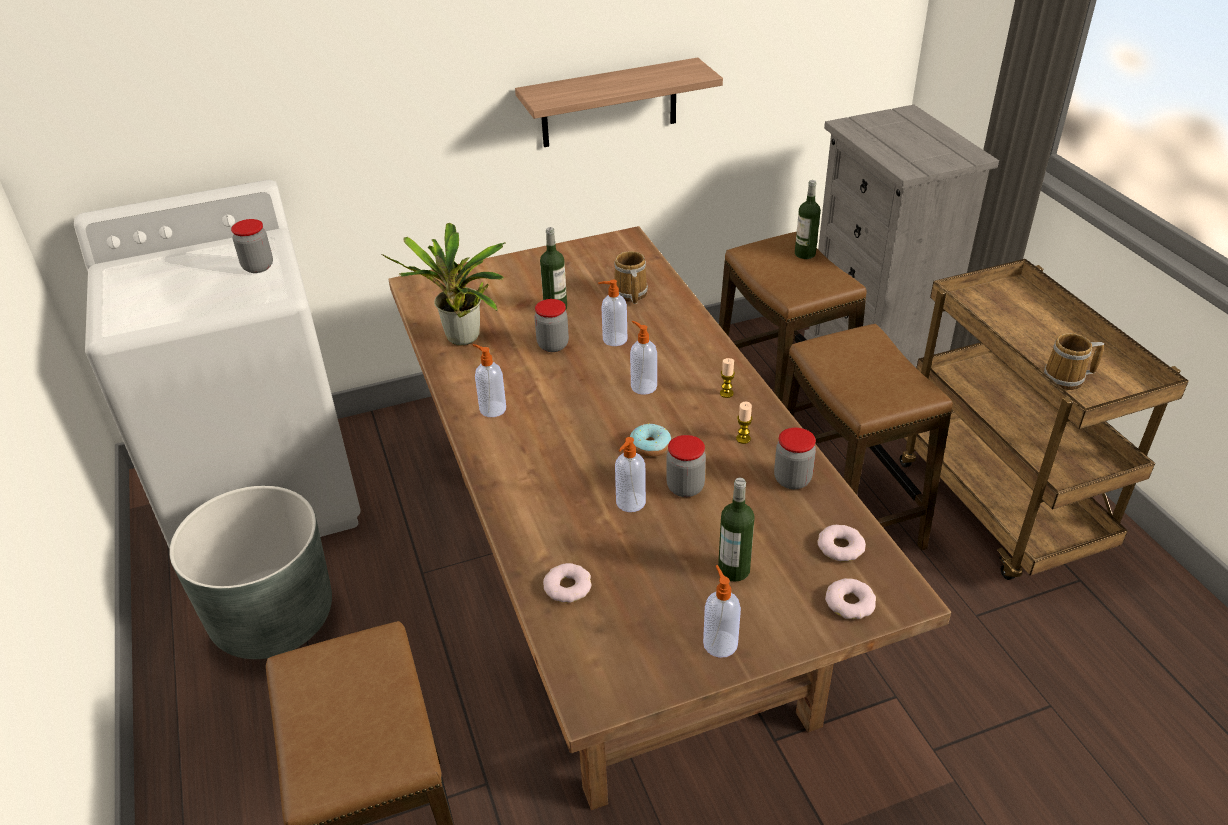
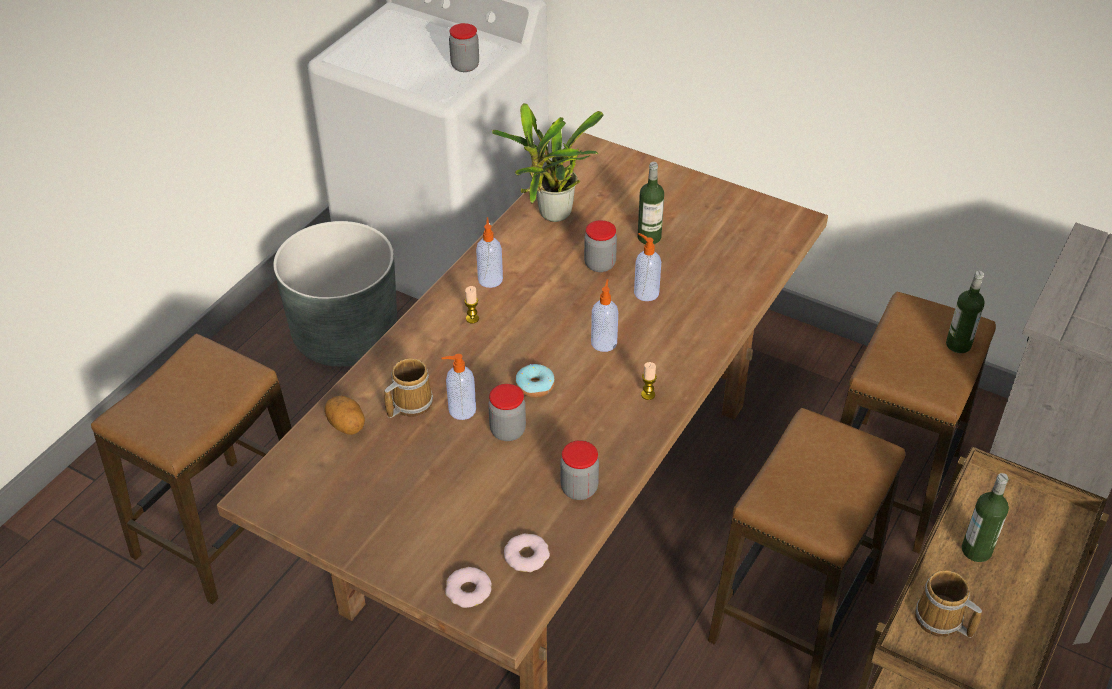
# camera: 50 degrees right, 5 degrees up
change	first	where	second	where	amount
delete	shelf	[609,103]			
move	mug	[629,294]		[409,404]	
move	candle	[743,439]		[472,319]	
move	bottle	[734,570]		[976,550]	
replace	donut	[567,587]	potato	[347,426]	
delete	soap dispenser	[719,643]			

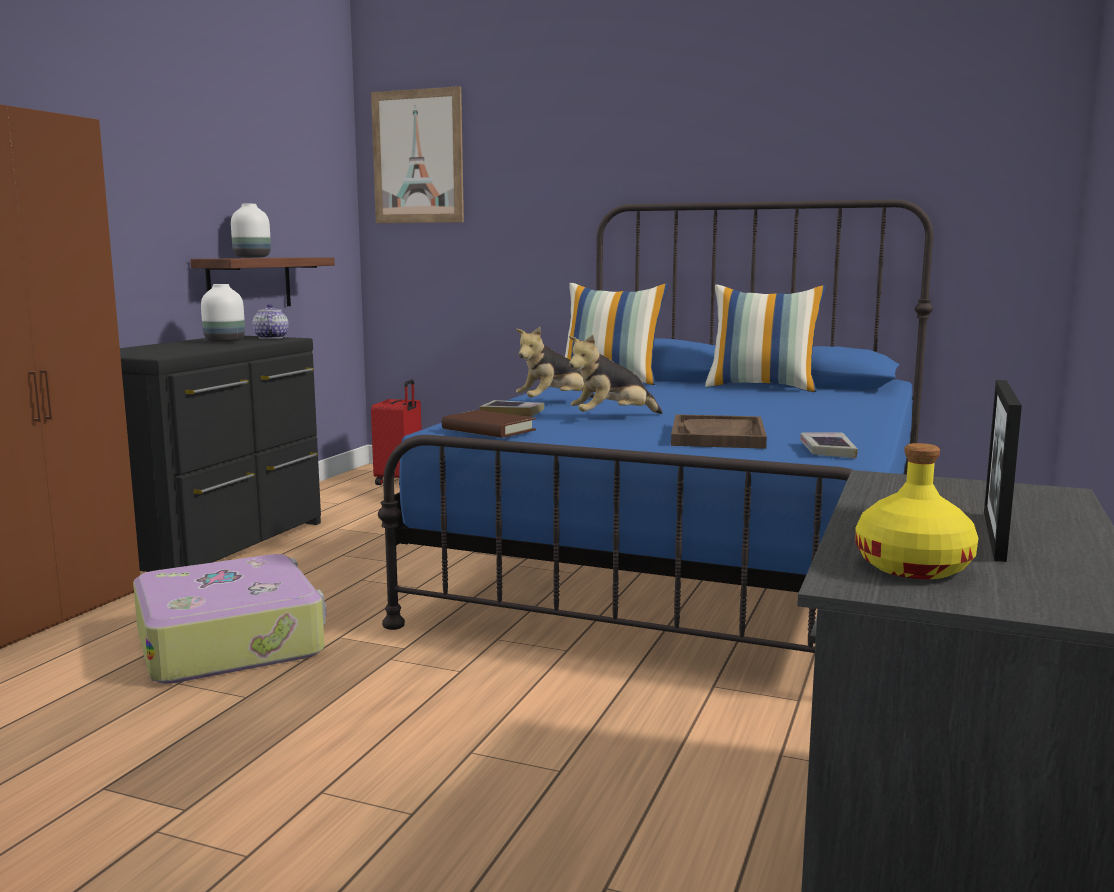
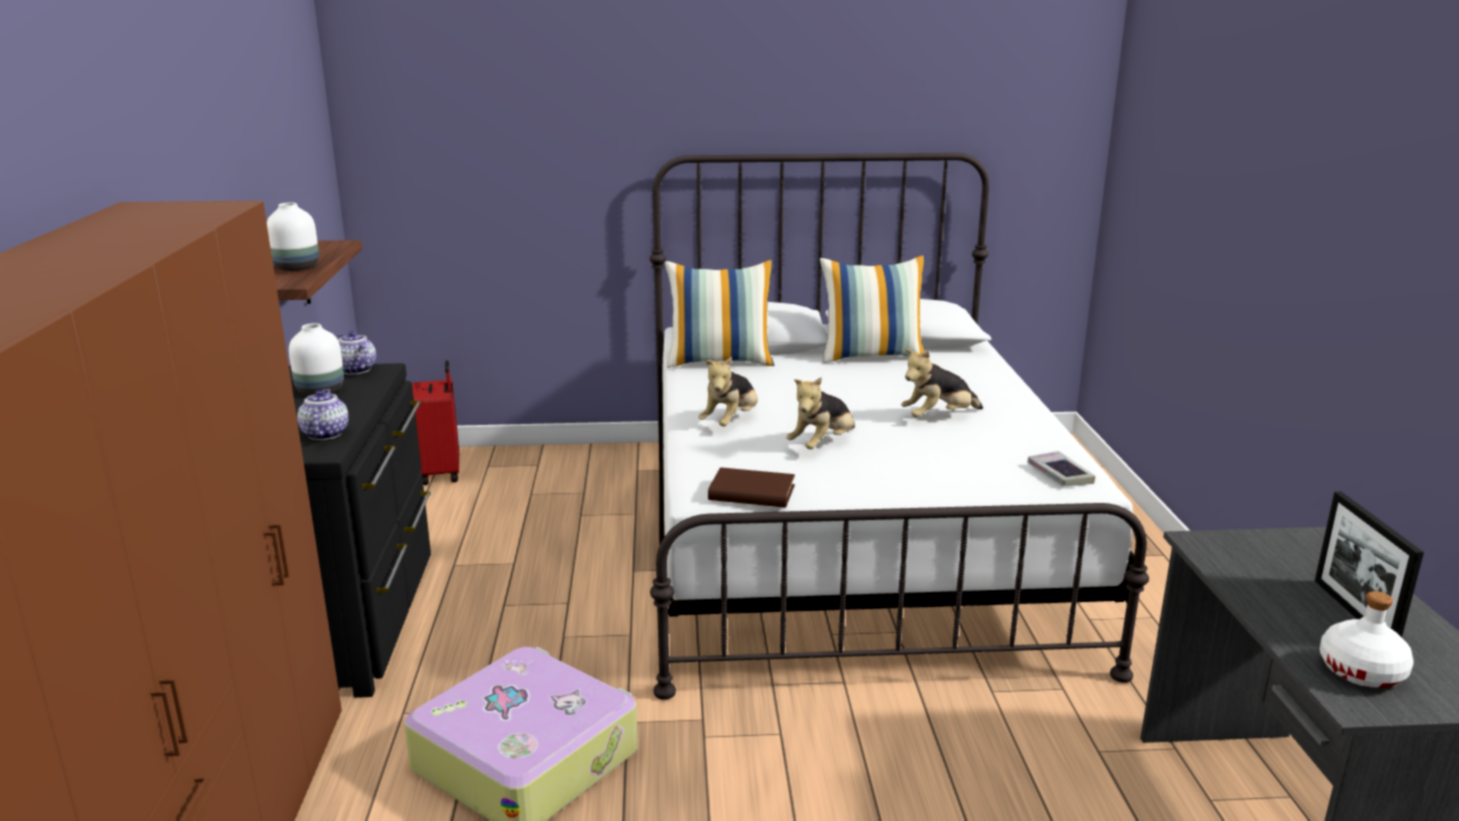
# camera: 25 degrees left, 10 degrees up
change	first	where	second	where	amount
delete	picture	[418,157]			
recolor	blue bed	[695,562]	white bed	[847,540]	
delete	book	[512,413]			
delete	brown tray	[718,436]			
recolor	yellow bottle	[914,566]	white bottle	[1361,671]	
insert			plush toy	[938,417]	
insert			teapot	[325,433]	

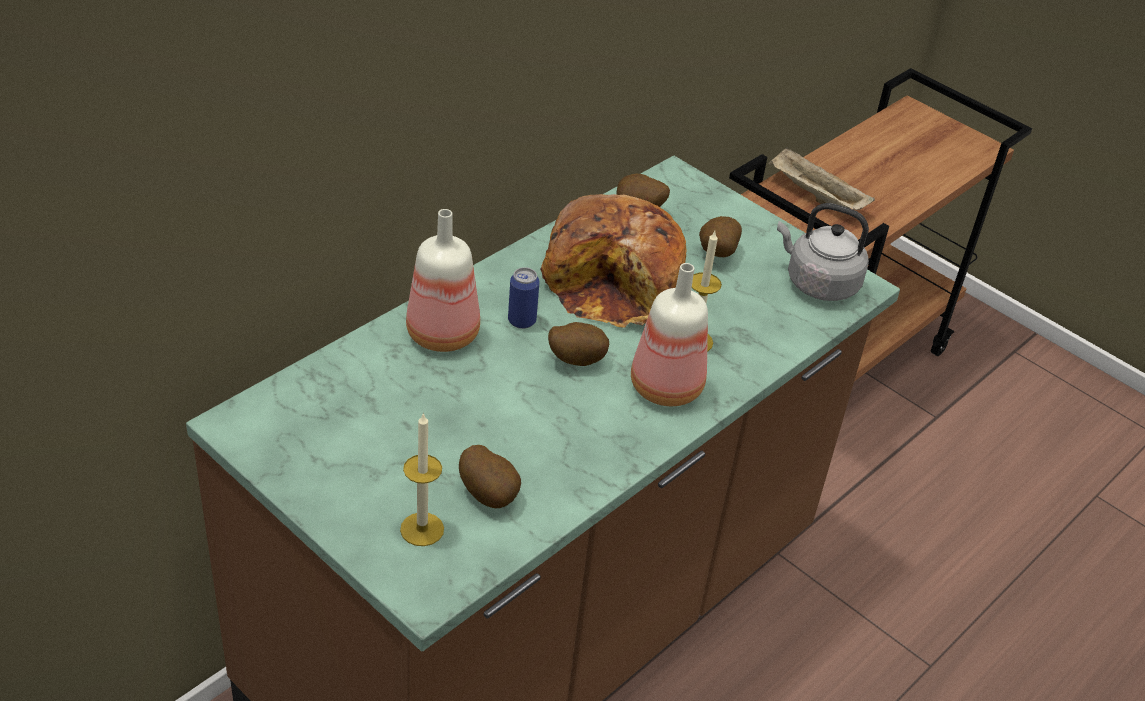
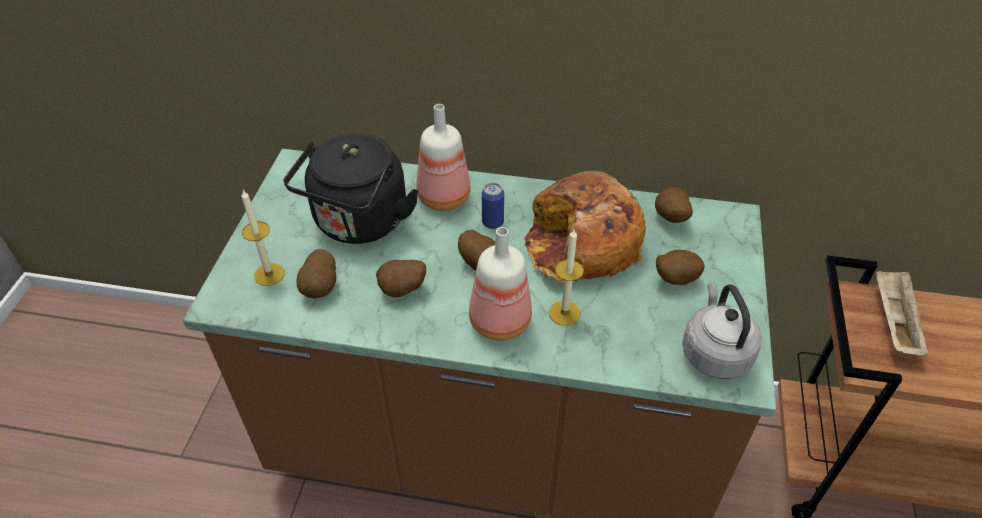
# camera: 60 degrees right, 5 degrees up
change	first	where	second	where	amount
insert			black kettle	[359,224]	
insert			potato	[403,291]	

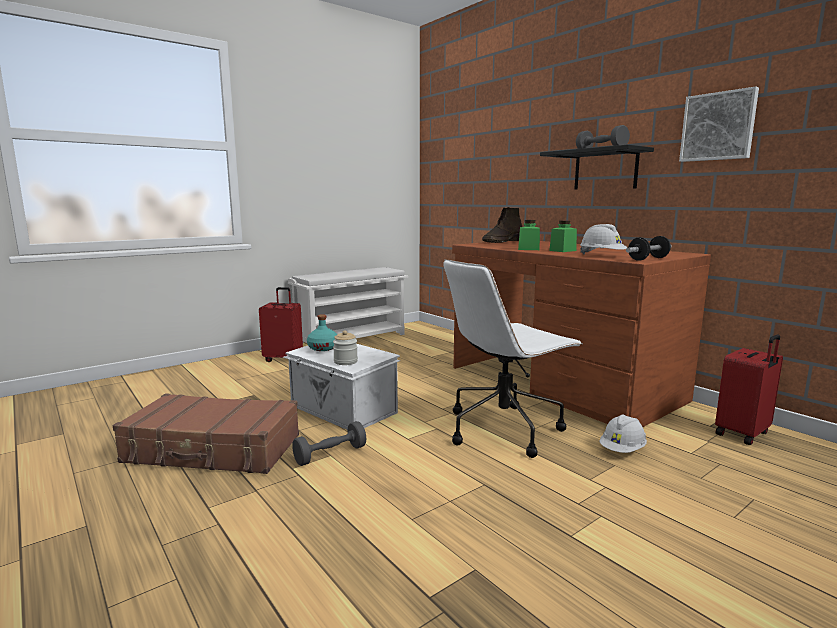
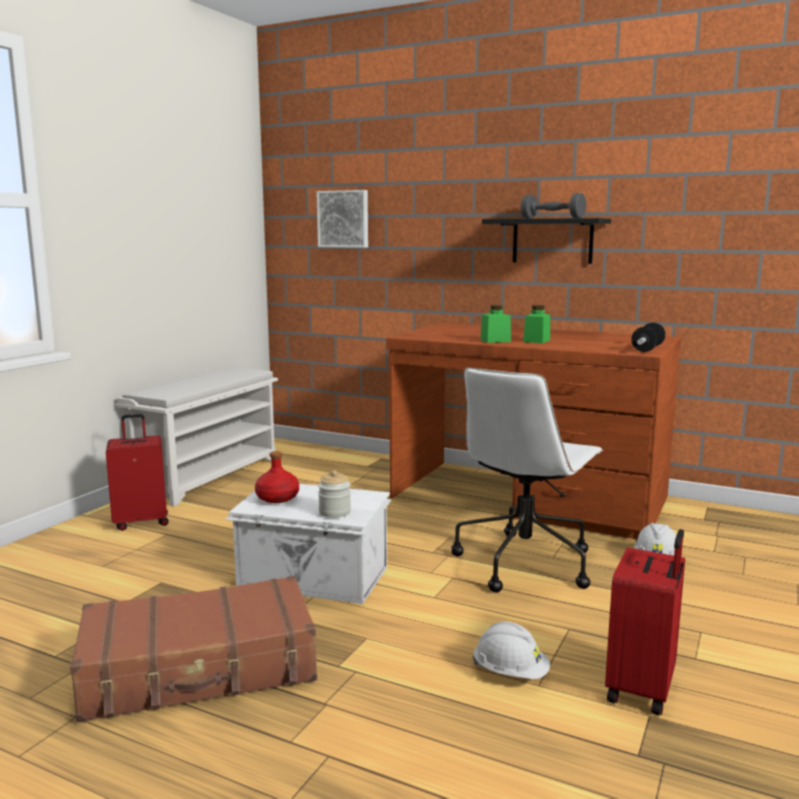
# camera: 25 degrees left, 0 degrees up
change	first	where	second	where	amount
move	picture	[718,126]		[343,219]	
delete	brown boot	[502,242]			
move	white hard hat	[602,256]		[510,673]	
recolor	turquoise bottle	[323,348]	red bottle	[277,497]	
move	red suitcase	[743,434]		[643,689]	
delete	grey dumbbell	[330,455]			

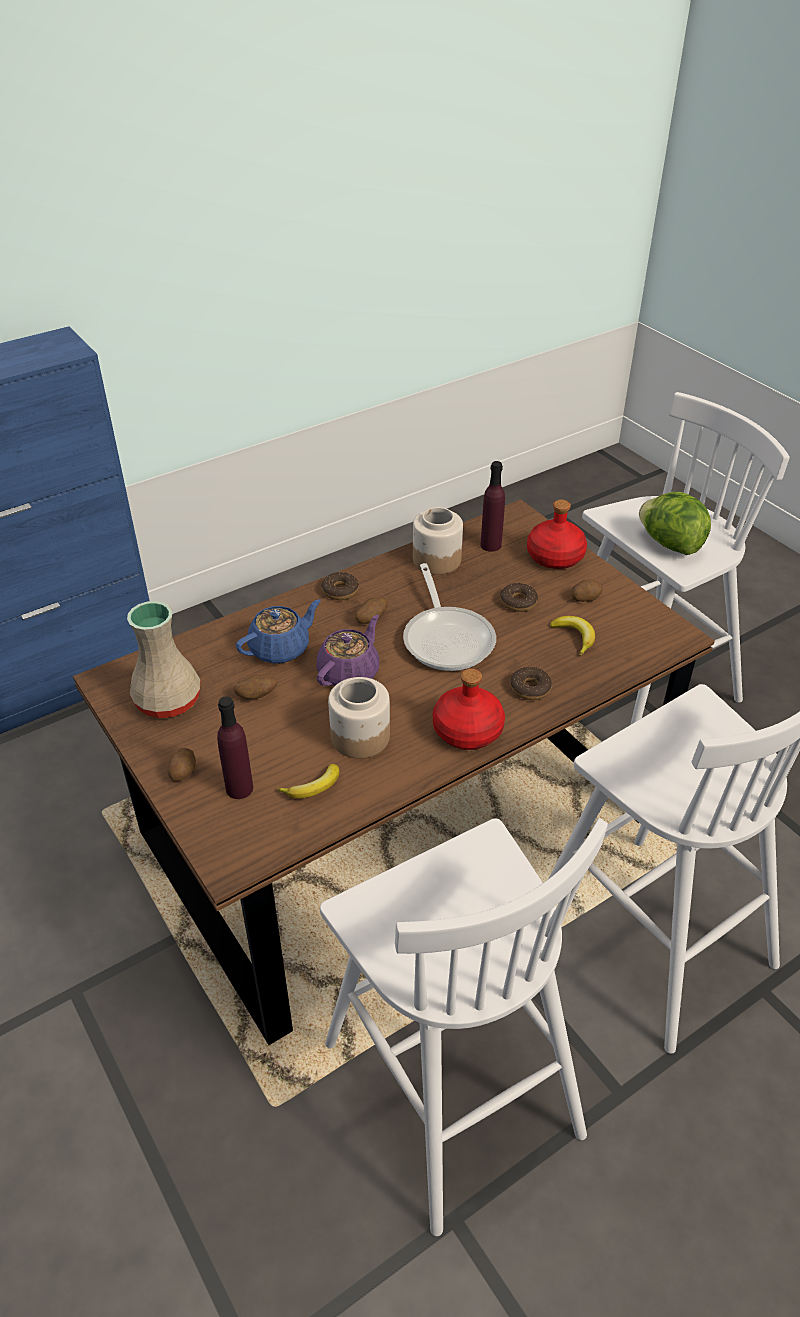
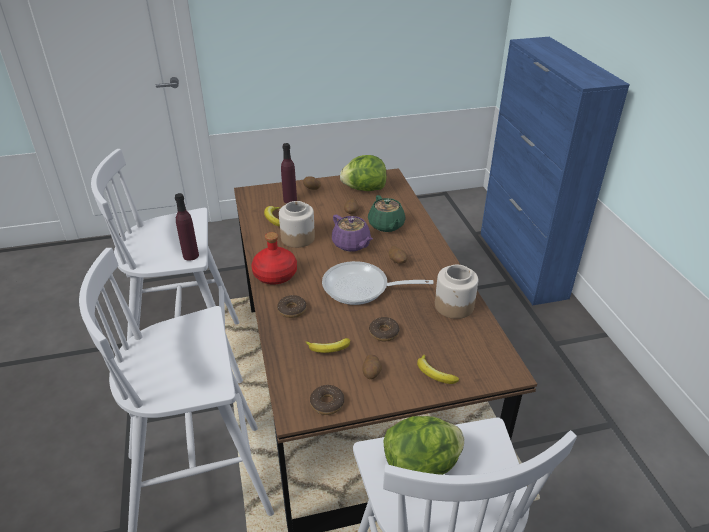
# camera: 110 degrees right, 5 degrees down
change	first	where	second	where	amount
move	purple bottle	[490,545]		[191,256]	
replace	red bottle	[555,557]	banana	[434,374]	
move	donut	[340,591]		[327,403]	
recolor	blue teapot	[280,648]	green teapot	[386,225]	
replace	beige vase	[169,700]	lettuce	[364,189]	

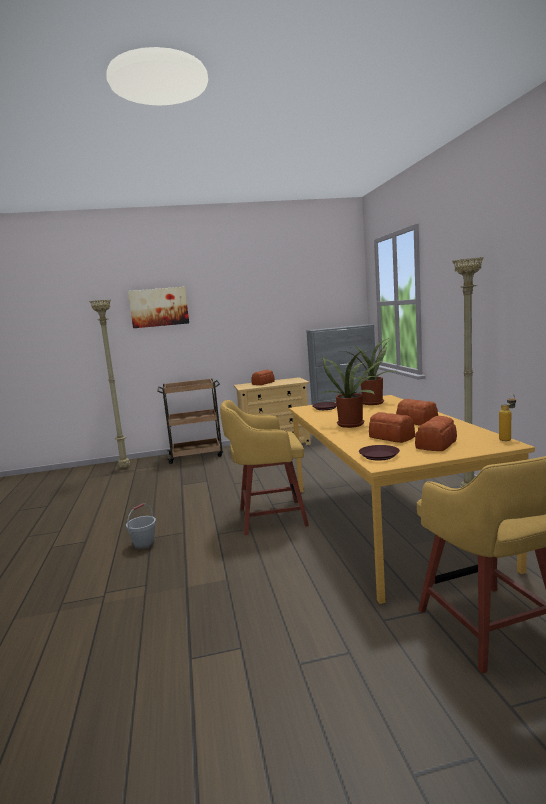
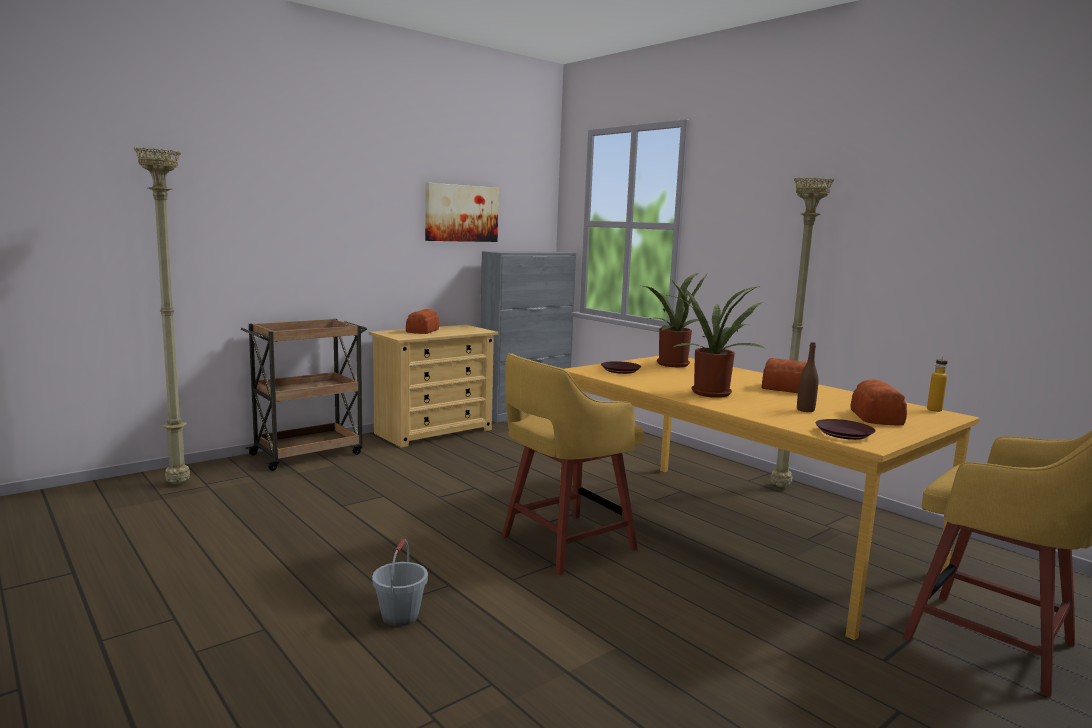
# camera: 30 degrees left, 0 degrees up
change	first	where	second	where	amount
move	picture	[159,307]		[461,213]	
replace	bread	[392,438]	brown bottle	[805,410]	

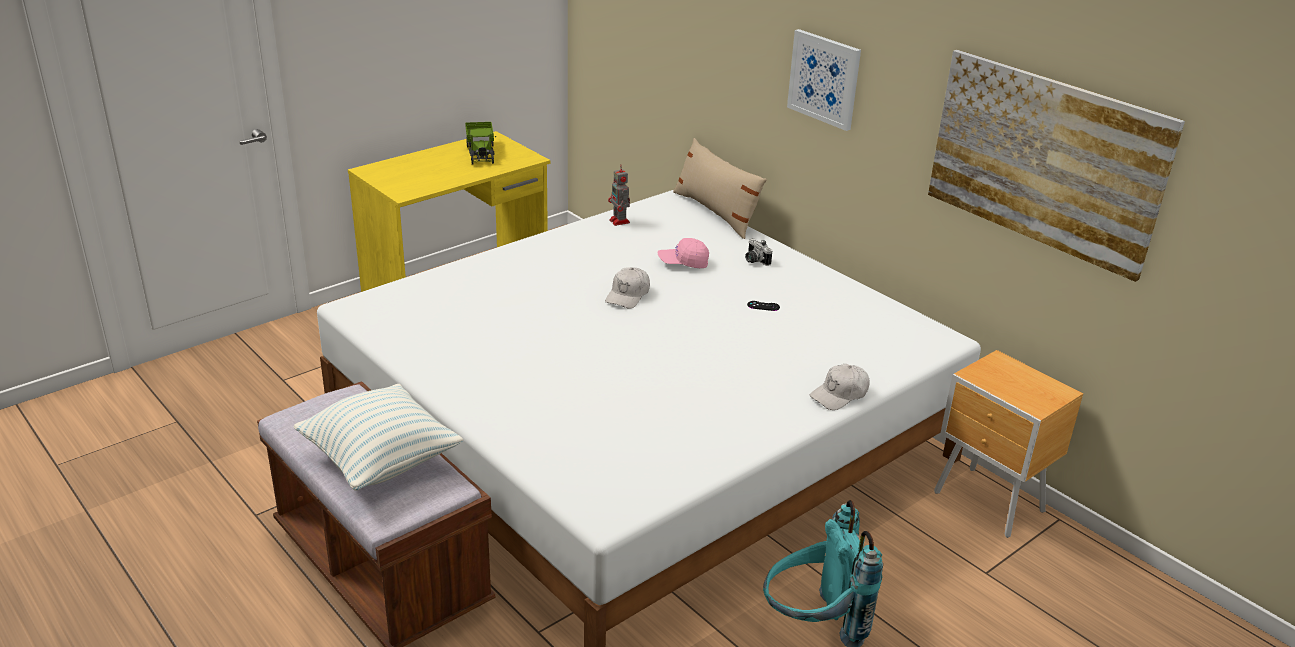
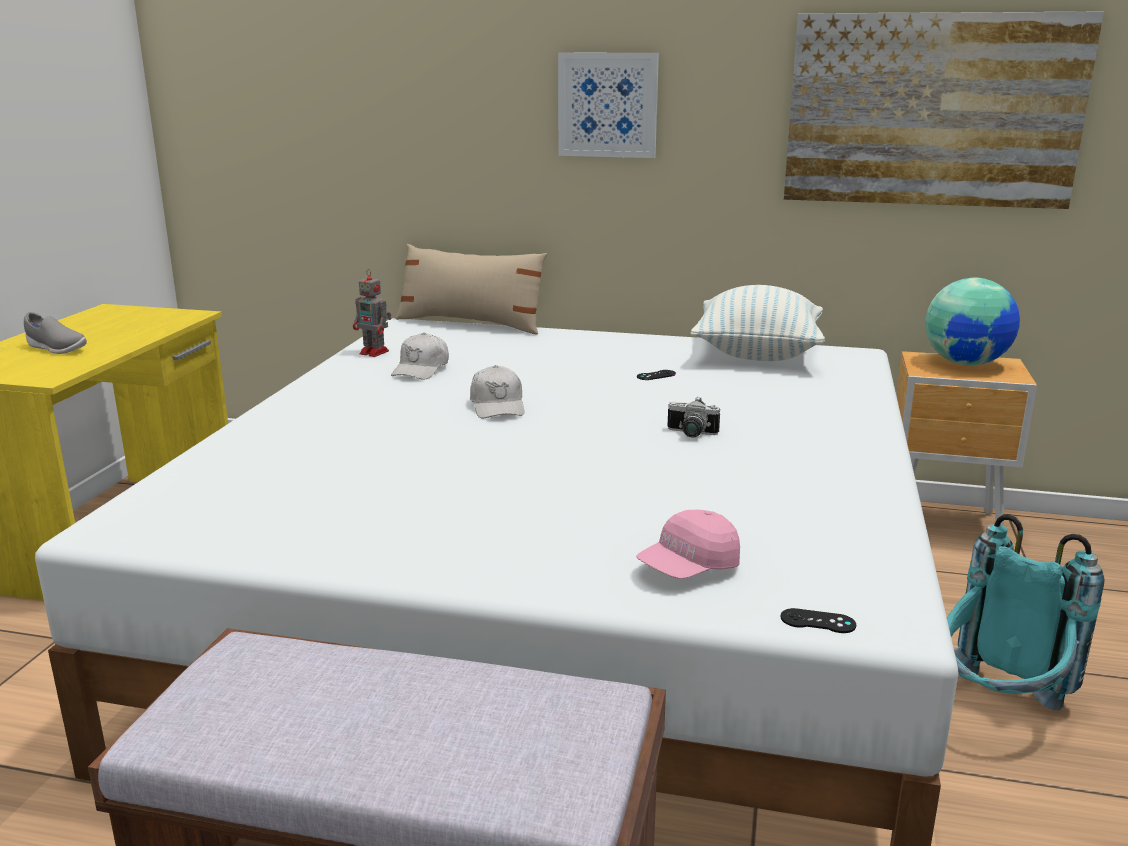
# camera: 35 degrees left, 10 degrees down
change	first	where	second	where	amount
delete	toy truck	[481,152]			
move	pink cap	[683,263]		[688,568]	
move	photo camera	[754,260]		[690,434]	
move	white cap	[840,395]		[421,369]	
move	pillow	[381,461]		[757,354]	
insert			globe	[966,363]	
insert			grey shoe	[56,349]	
insert			black game controller	[818,621]	

